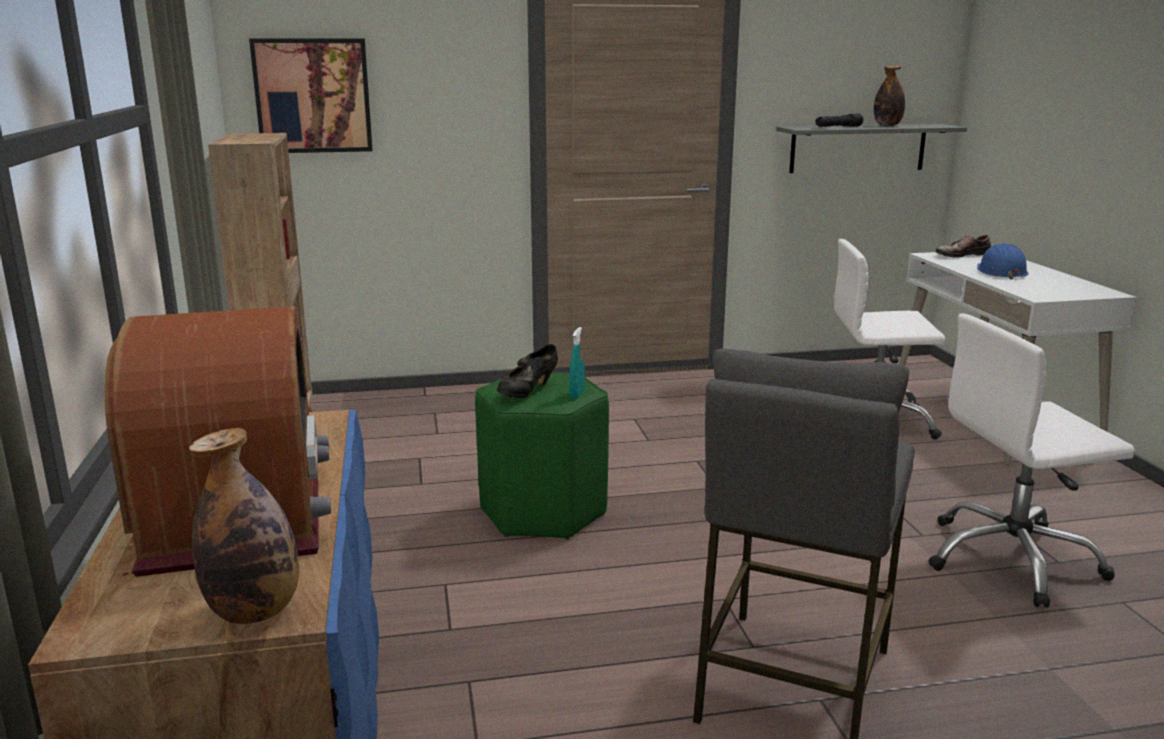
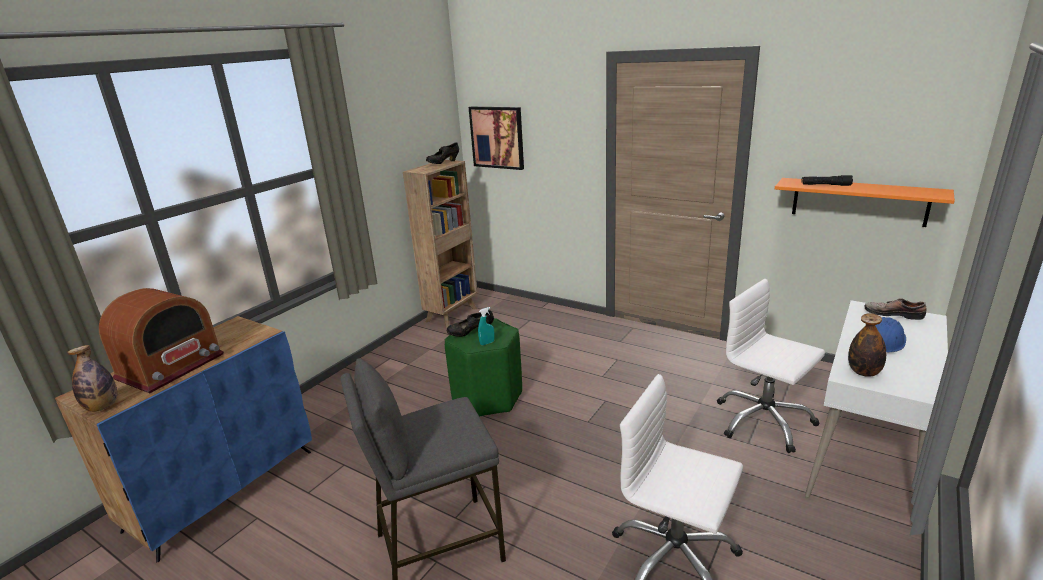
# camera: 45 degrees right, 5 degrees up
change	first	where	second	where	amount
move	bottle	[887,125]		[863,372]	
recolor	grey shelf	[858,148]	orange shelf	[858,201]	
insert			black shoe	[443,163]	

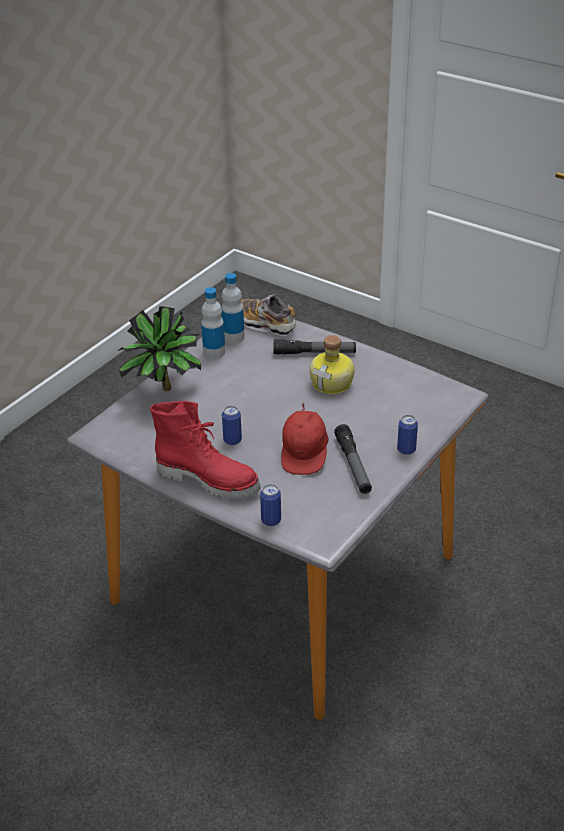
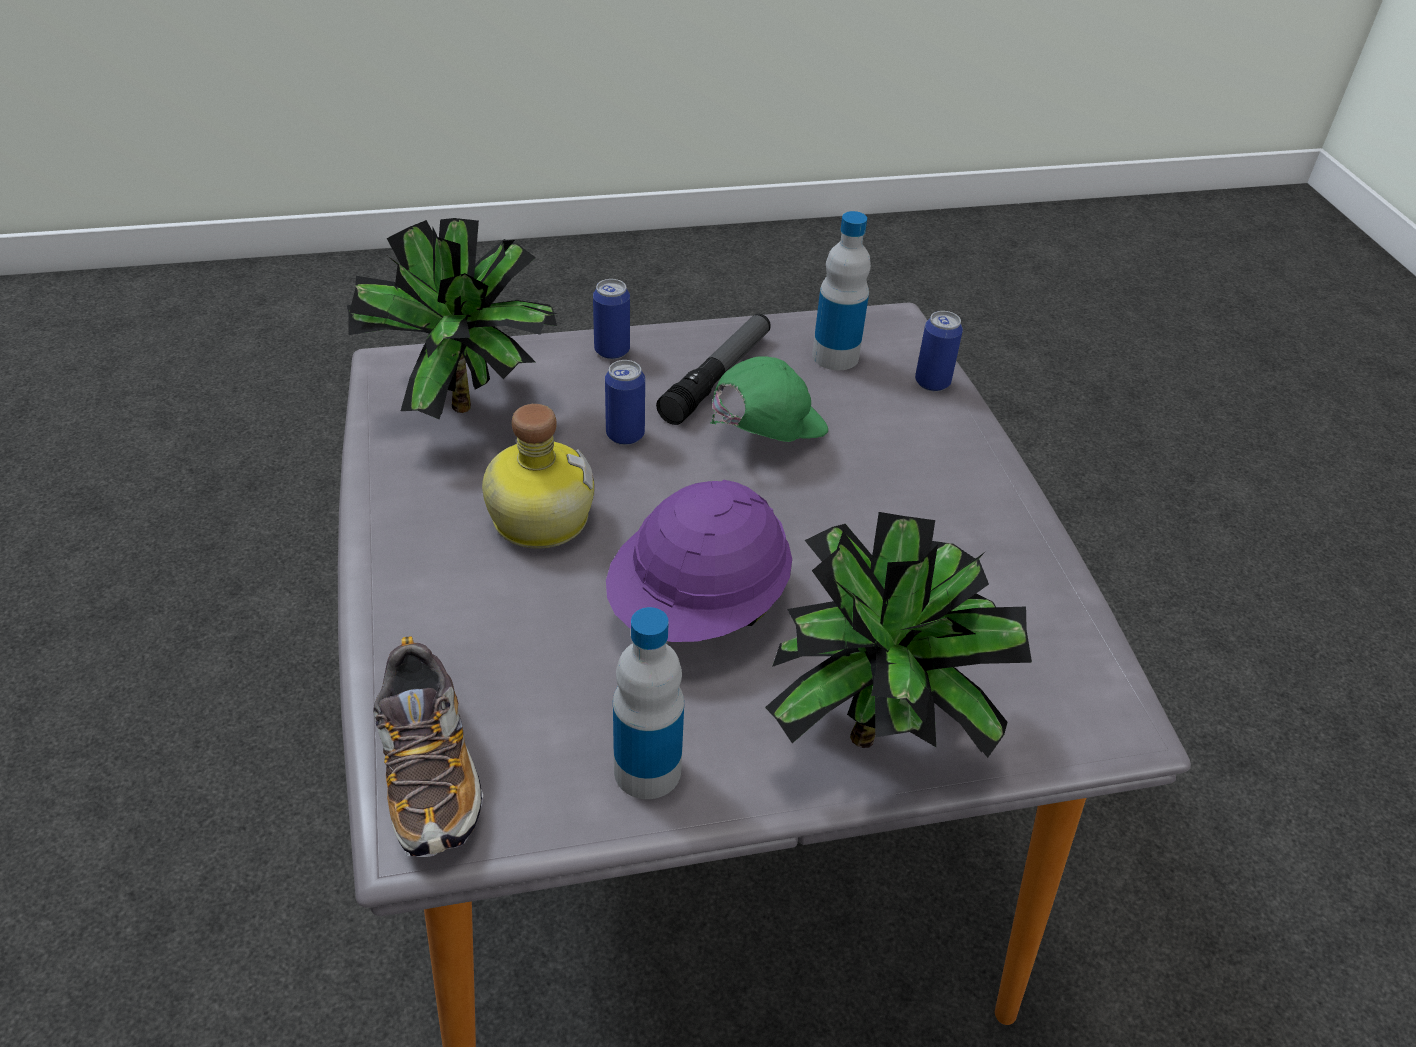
# camera: 140 degrees left, 5 degrees up
change	first	where	second	where	amount
move	bottle	[233,337]		[835,356]	
delete	flashlight	[314,353]			
delete	red boot	[209,480]			
recolor	red cap	[305,454]	green cap	[764,434]	
move	can	[232,440]		[625,435]	
insert			potted plant	[470,414]	
insert			purple hard hat	[699,608]	

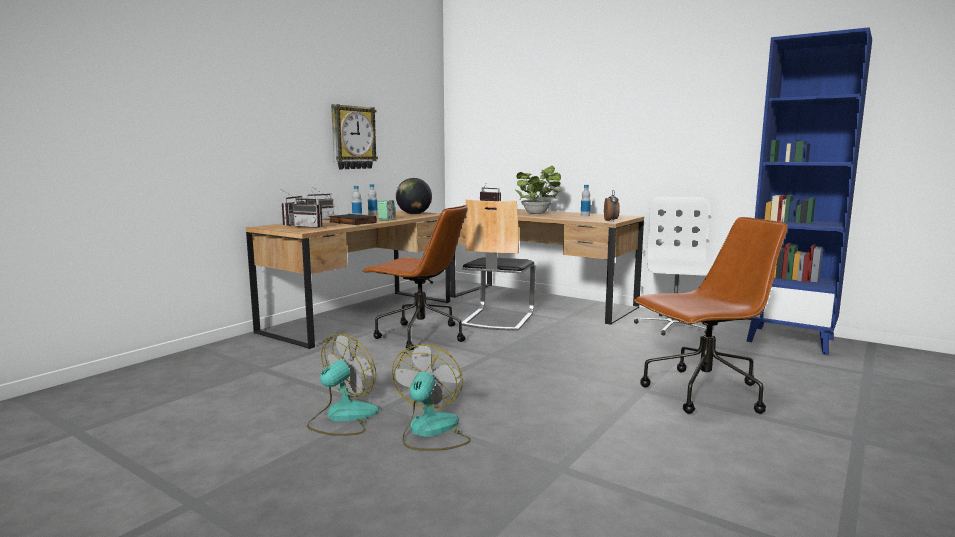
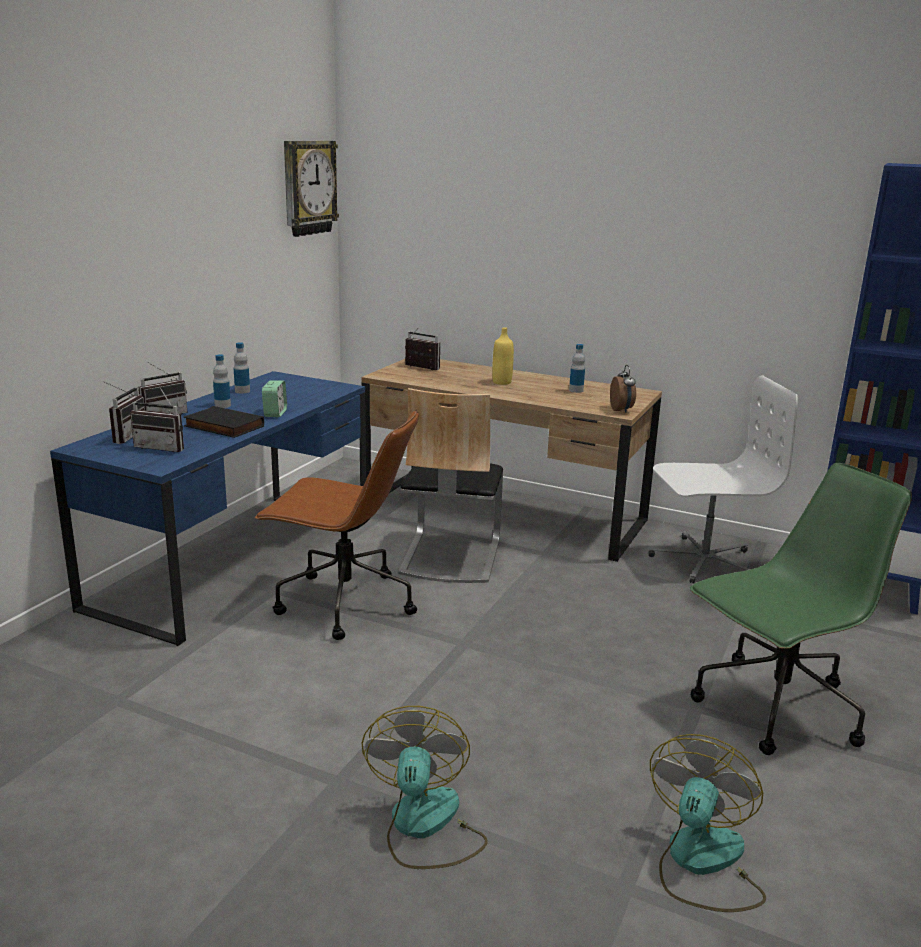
# camera: 10 degrees left, 10 degrees up
change	first	where	second	where	amount
move	wall clock	[353,137]		[308,188]	
replace	potted plant	[538,213]	yellow bottle	[502,382]	
delete	globe	[414,214]			
rotate	white office chair	[672,326]		[703,561]	75 degrees clockwise
recolor	brown desk	[361,316]	blue desk	[237,559]	
recolor	brown office chair	[702,393]	green office chair	[775,709]	
move	fan	[342,417]		[701,863]	

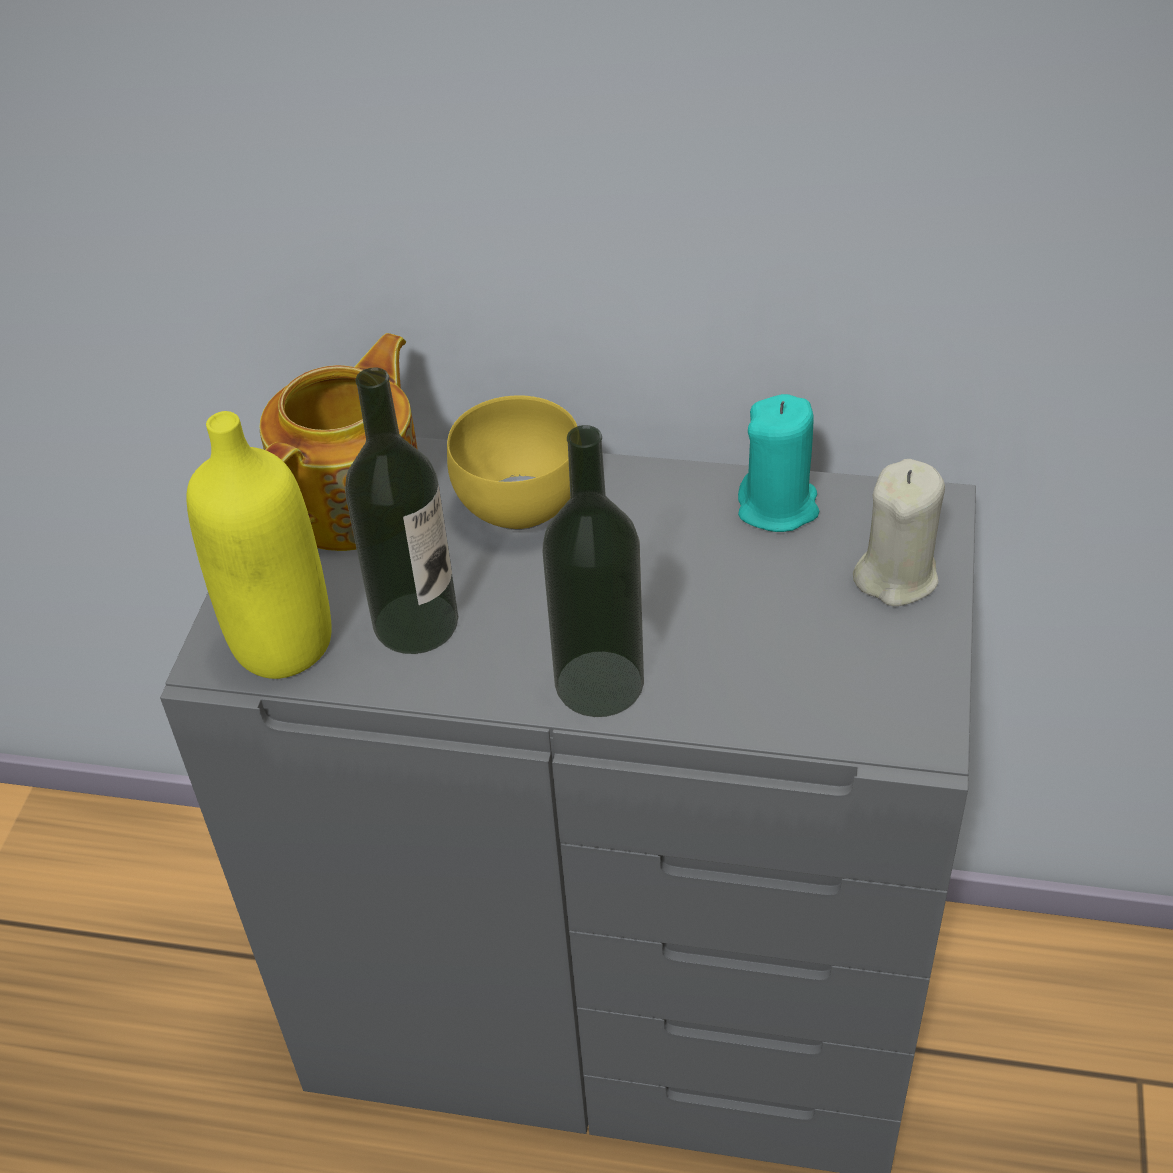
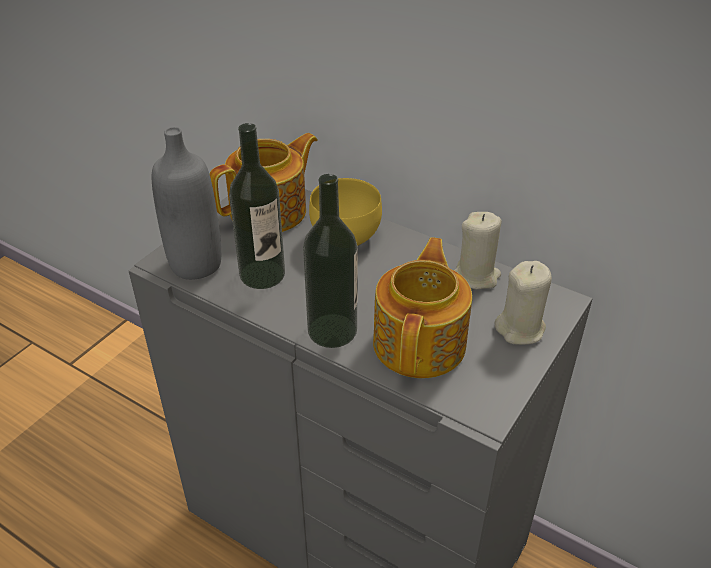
# camera: 20 degrees right, 5 degrees down
change	first	where	second	where	amount
recolor	turquoise candle	[778,507]	beige candle	[476,276]	
recolor	yellow bottle	[282,644]	grey bottle	[195,264]	
insert			teapot	[421,343]	

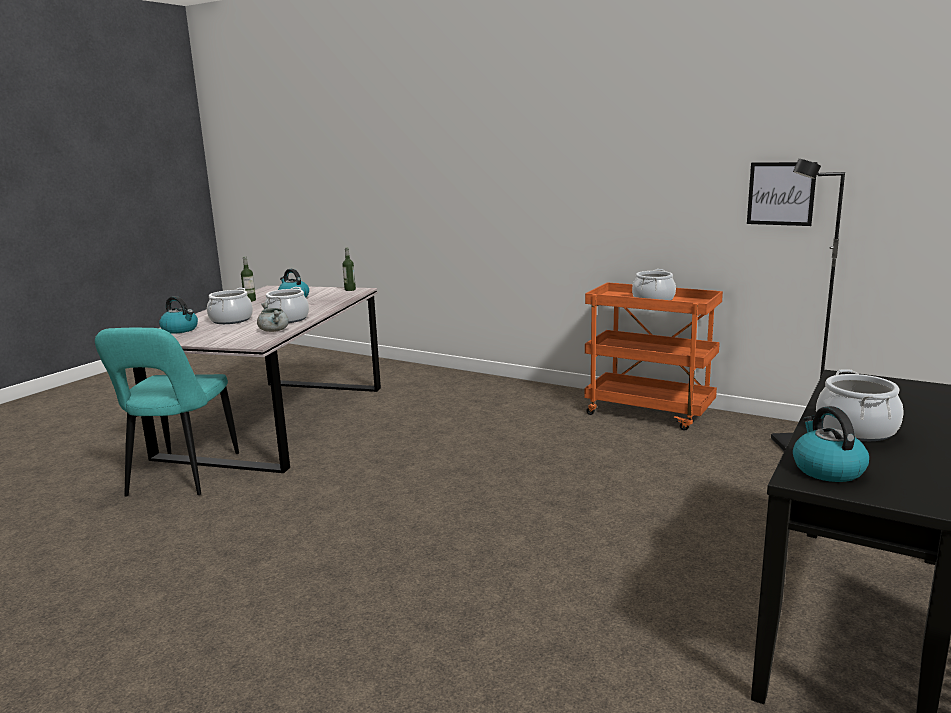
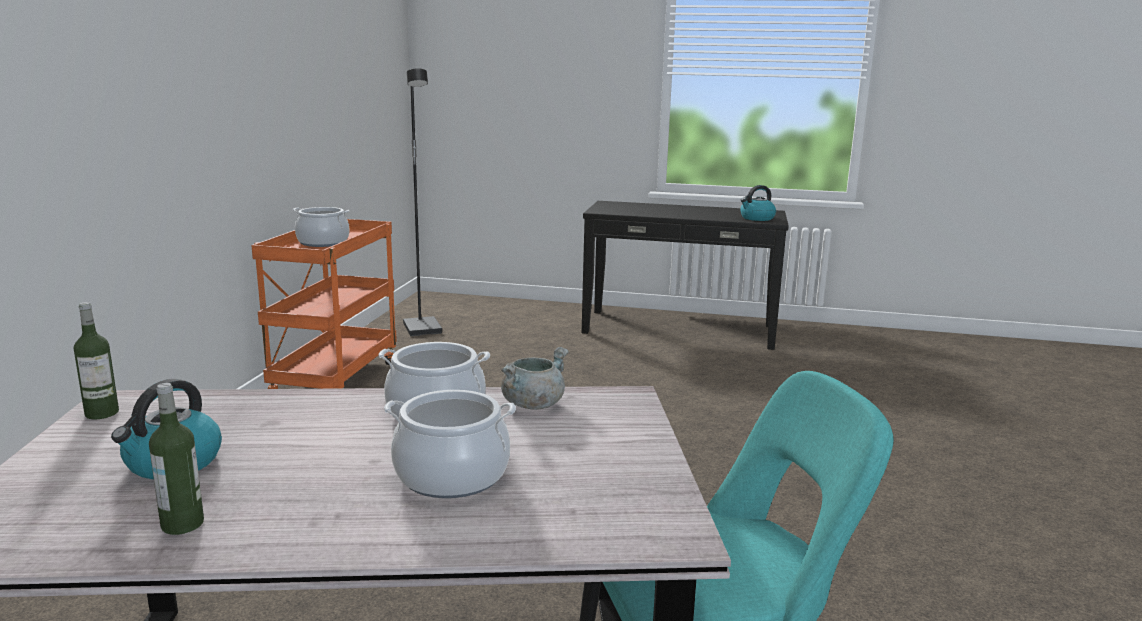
# camera: 110 degrees left, 0 degrees up
change	first	where	second	where	amount
delete	picture	[781,193]			
delete	kettle	[180,330]			
delete	cooking pot	[856,429]			

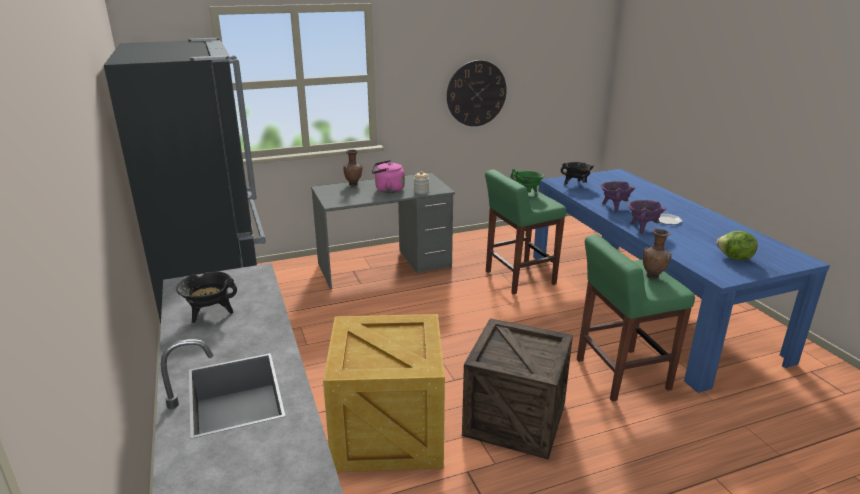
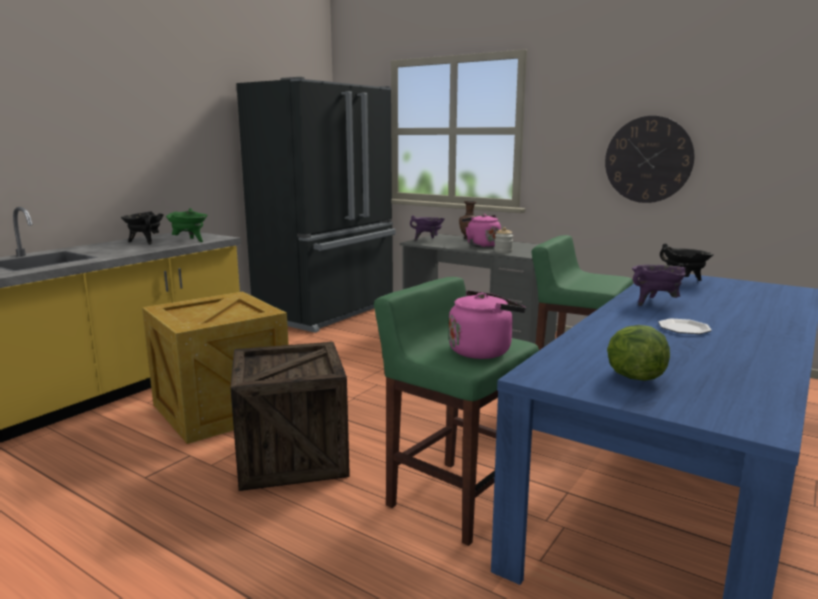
# camera: 55 degrees right, 10 degrees down
change	first	where	second	where	amount
move	green cooking pot	[526,194]		[189,241]	
move	purple cooking pot	[642,228]		[428,240]	
replace	brown vase	[653,276]	pink kettle	[483,351]	

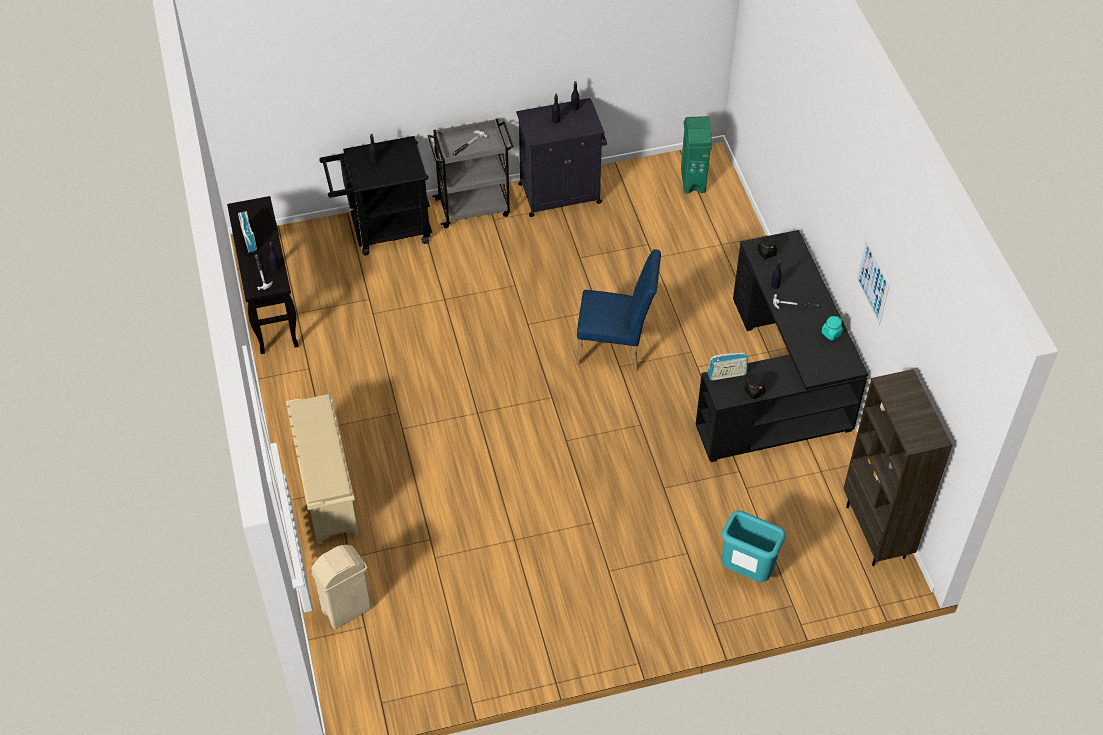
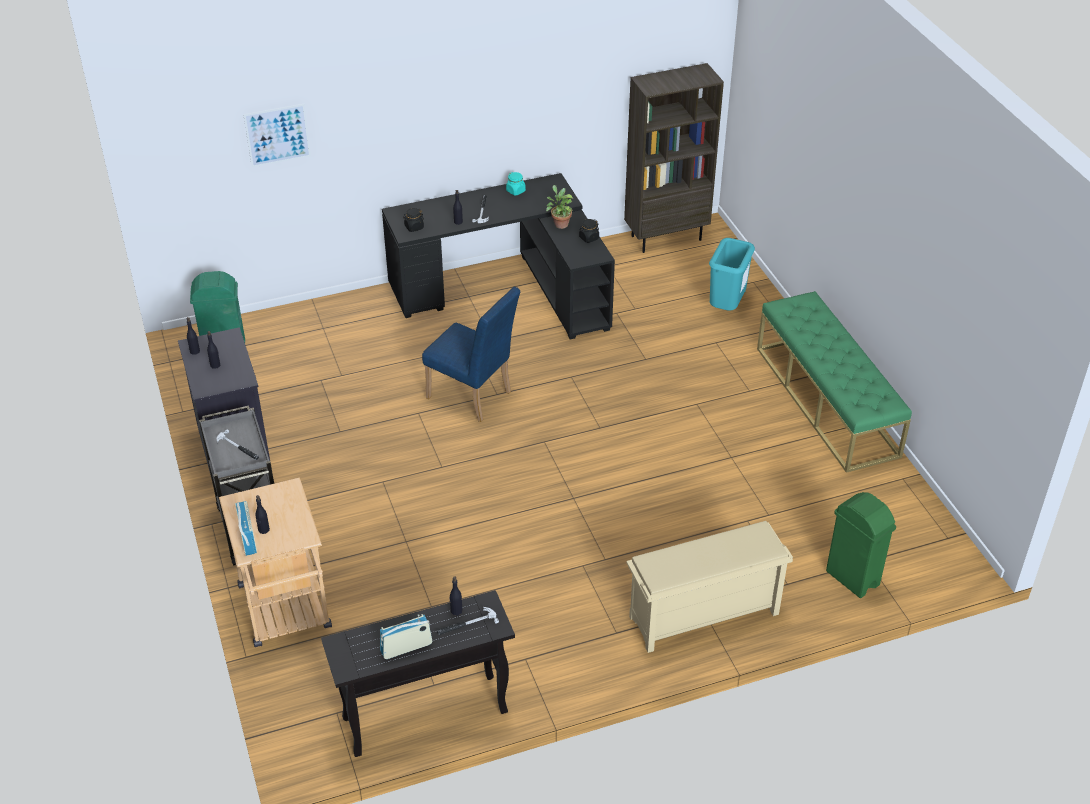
# camera: 95 degrees left, 10 degrees down
change	first	where	second	where	amount
recolor	black cart	[383,230]	beige cart	[287,613]	
move	picture	[873,281]		[277,135]	
rotate	blue chair	[616,349]		[473,397]	120 degrees clockwise
move	radio	[727,374]		[247,539]	
recolor	beige trash can	[346,610]	green trash can	[852,578]	
insert			potted plant	[559,224]	
insert			green bench	[826,401]	

